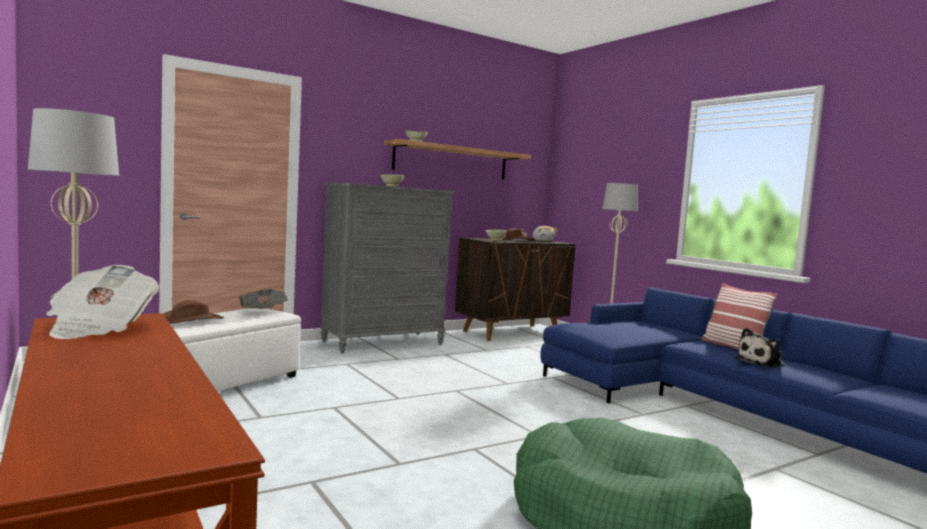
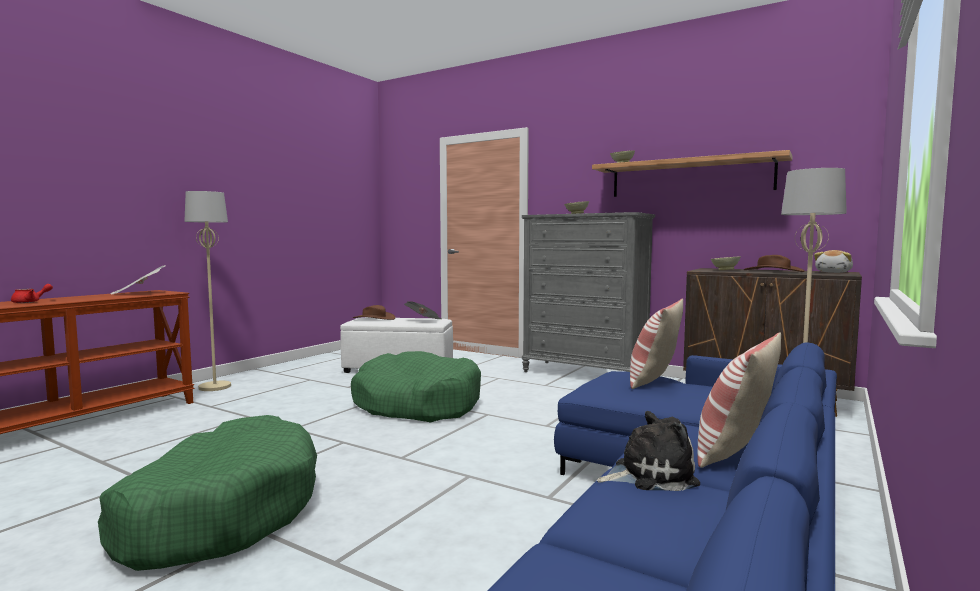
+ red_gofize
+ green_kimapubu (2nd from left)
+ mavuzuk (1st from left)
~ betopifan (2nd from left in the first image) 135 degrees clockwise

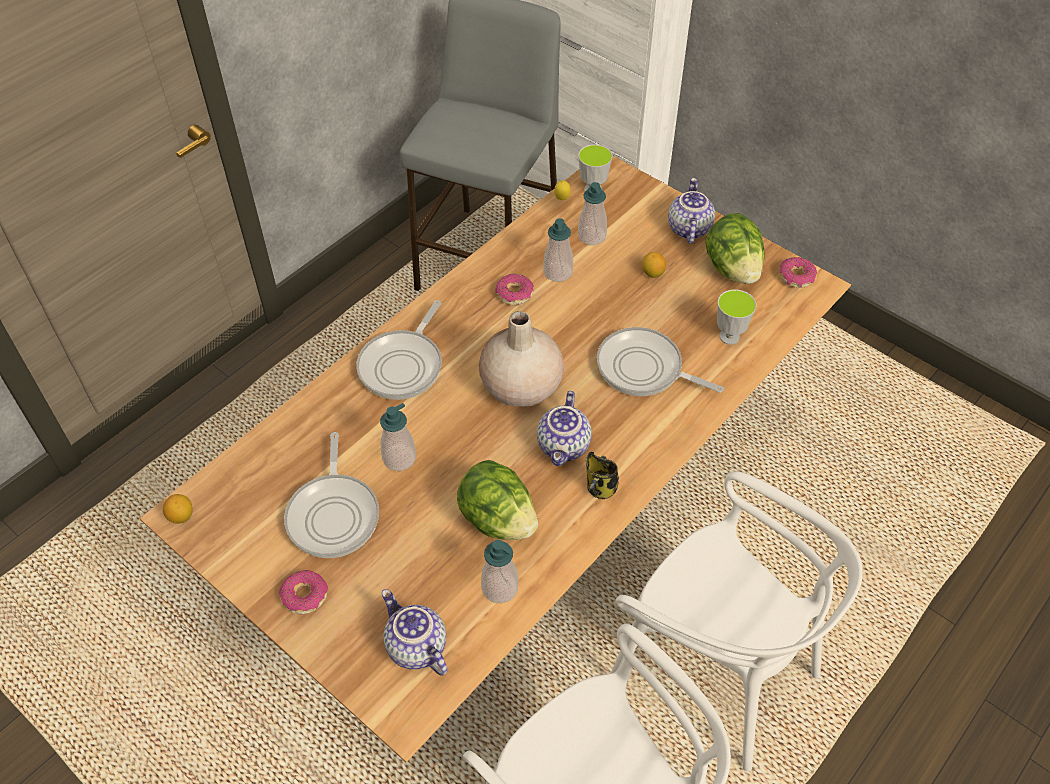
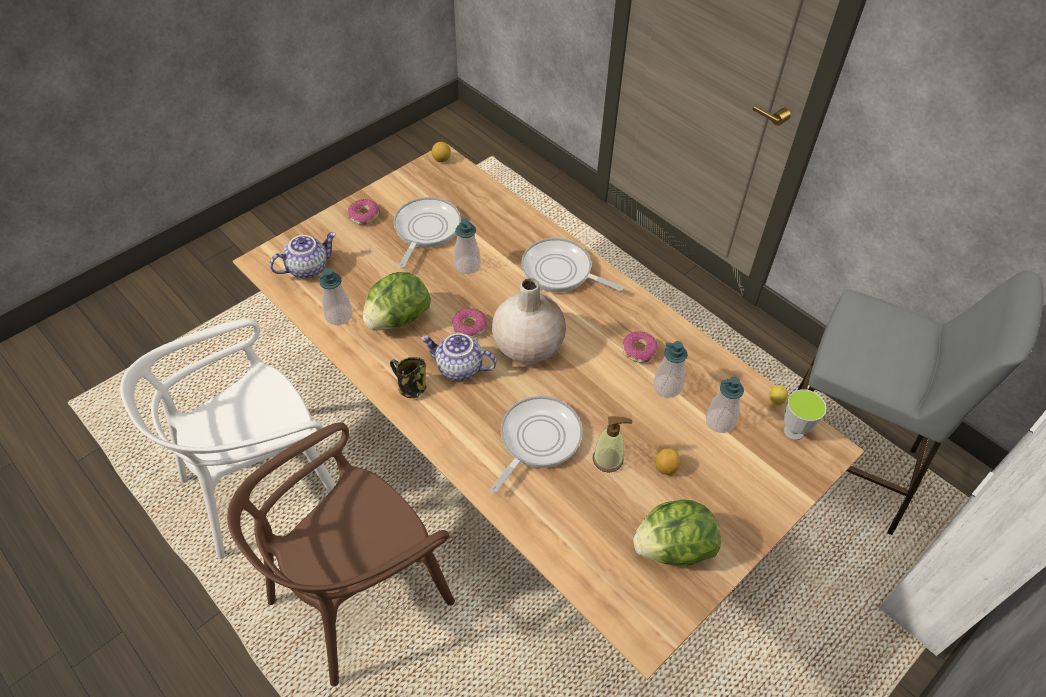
- gofize (3rd from left)
- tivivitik (2nd from left)
+ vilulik (3rd from left)
~ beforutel (3rd from left in the first image) to beforutel (2nd from left)
~ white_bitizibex (2nd from left) to brown_bitizibex
~ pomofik (1st from left) 105 degrees clockwise

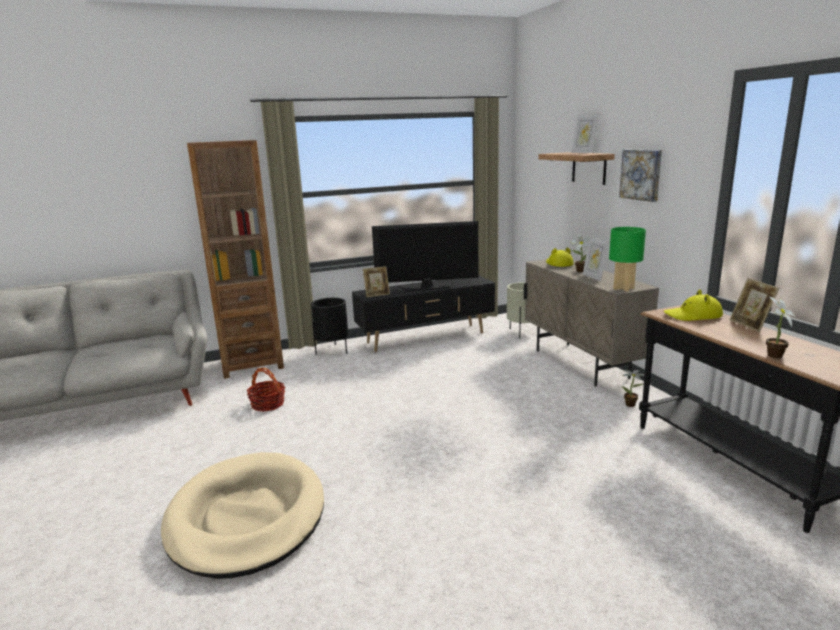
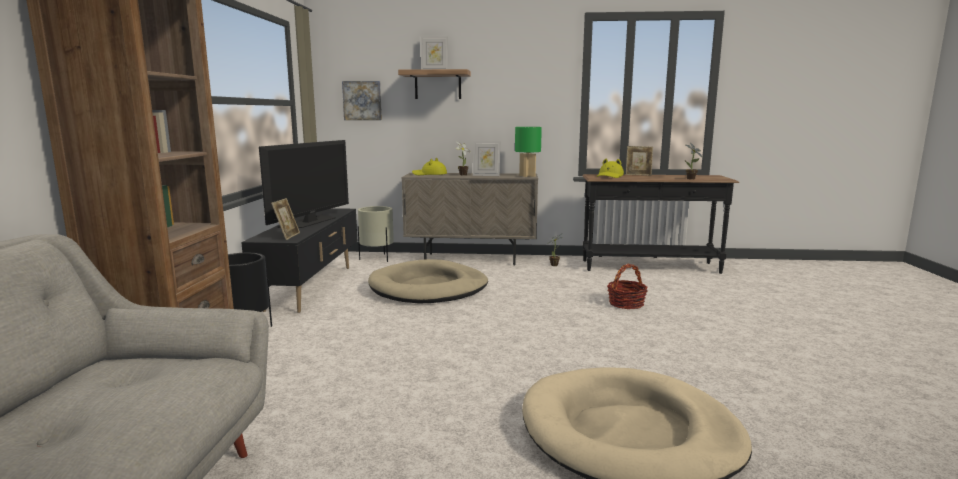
+ beige_kimapubu (1st from left)
~ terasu
~ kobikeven

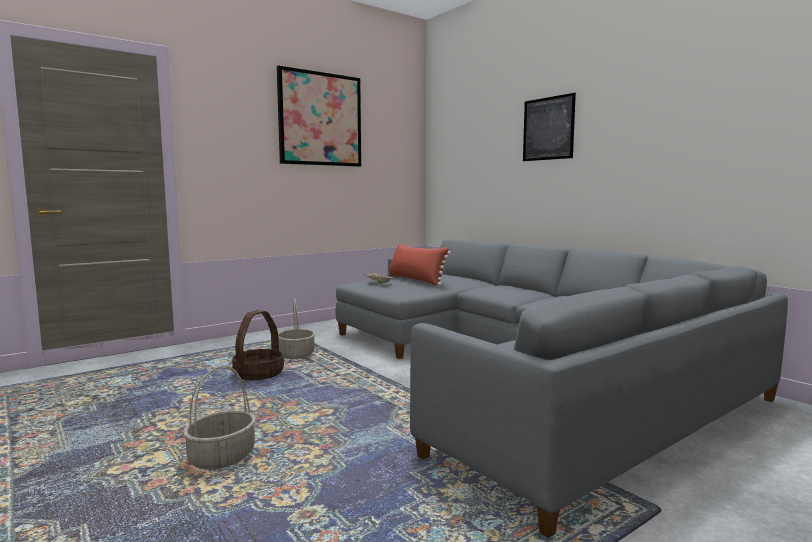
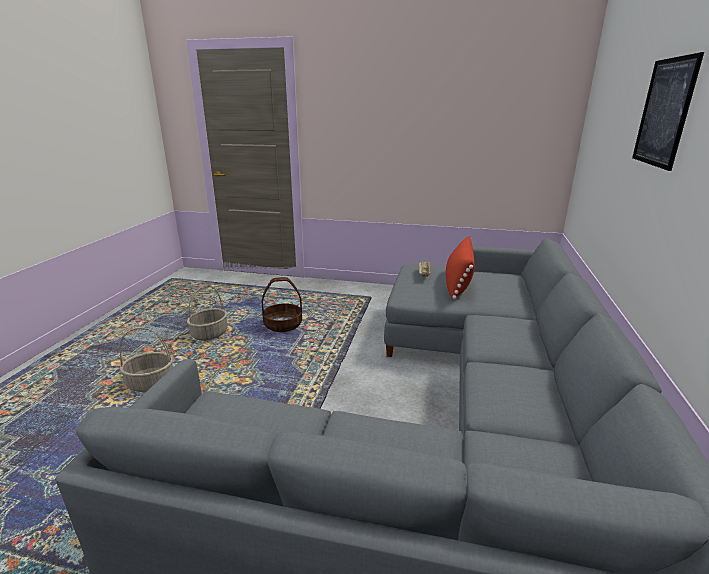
- kobikeven (1st from left)
~ terasu (3rd from left in the first image) to terasu (2nd from left)

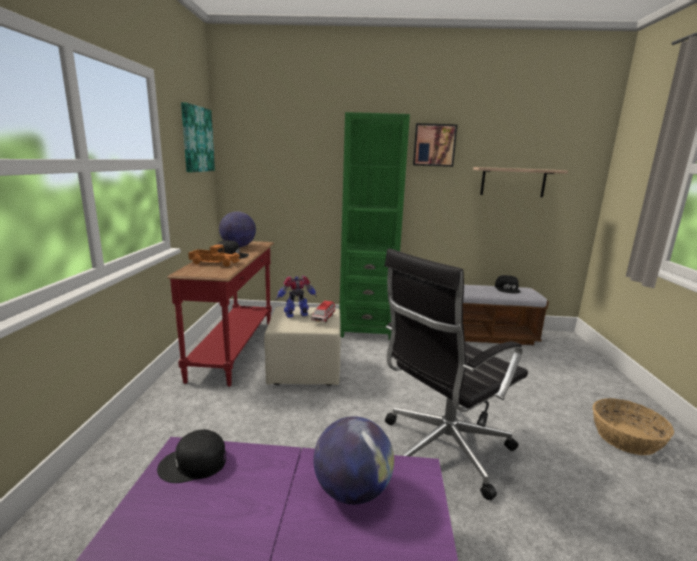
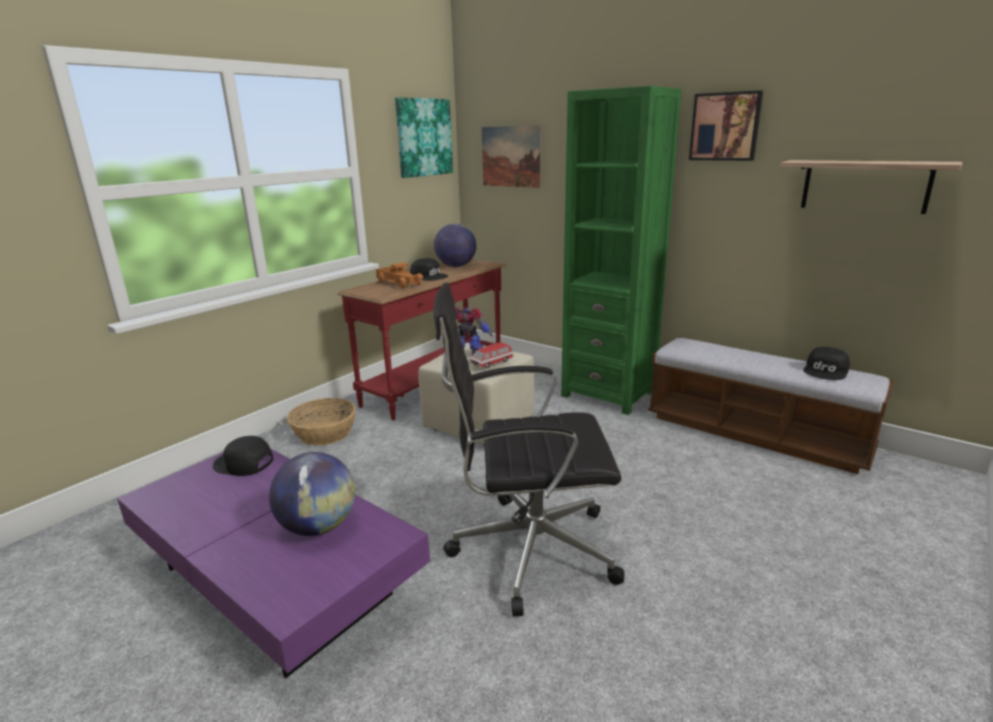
+ kobikeven (2nd from left)
~ terasu

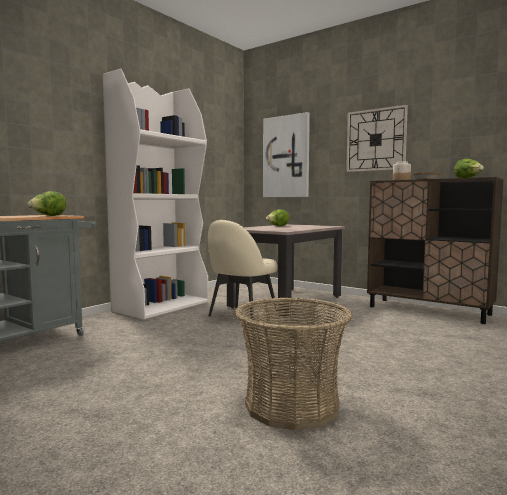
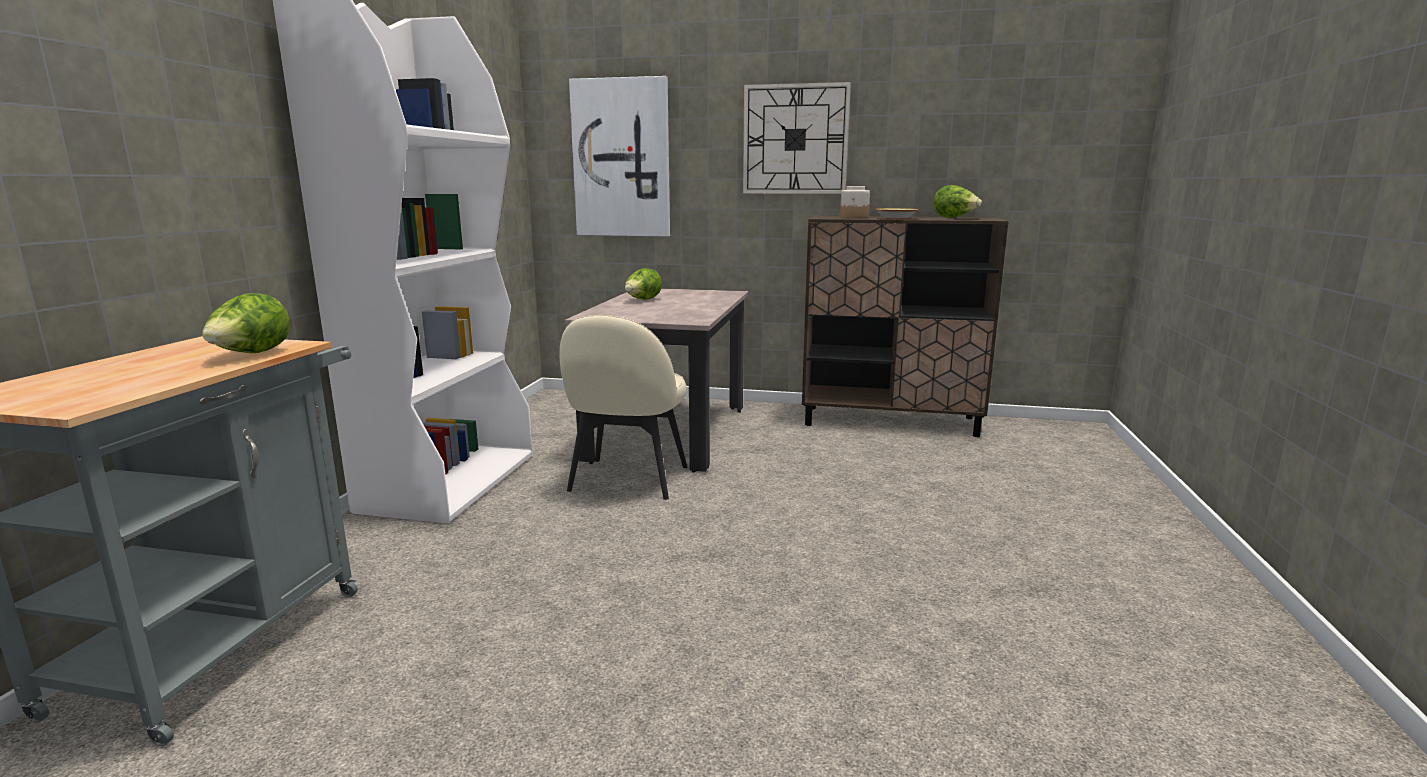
- terasu

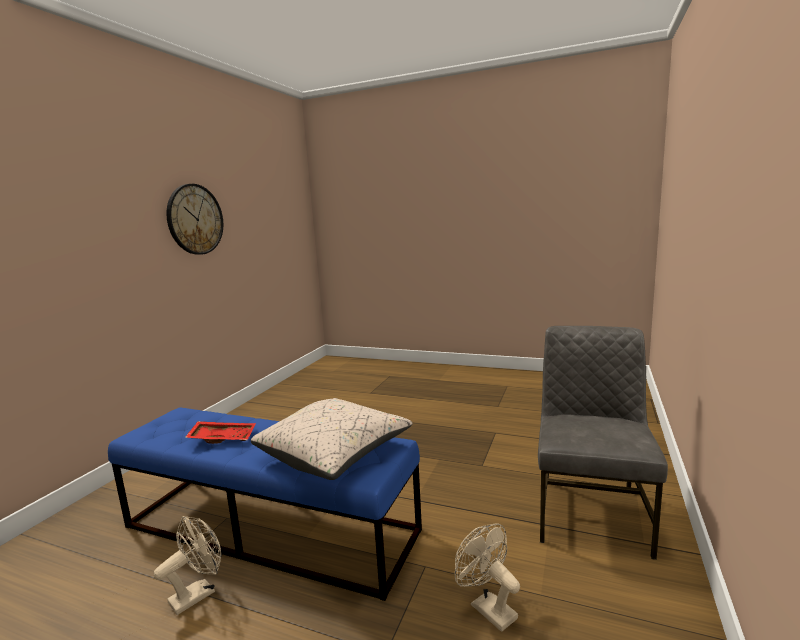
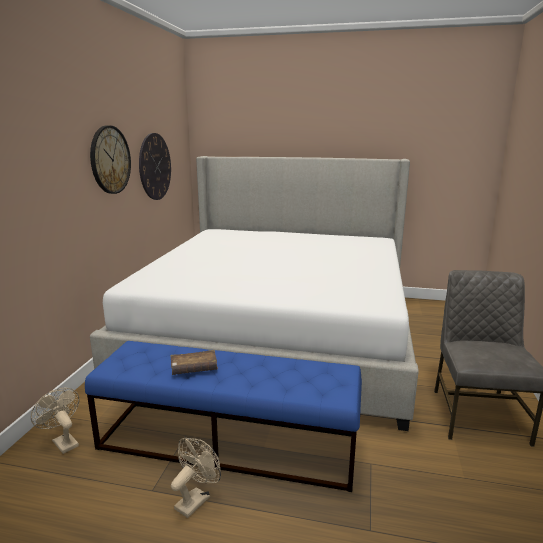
- beige_mavuzuk
+ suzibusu
+ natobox (2nd from left)
~ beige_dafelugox (2nd from left in the first image) to beige_dafelugox (1st from left)
~ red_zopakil to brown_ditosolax

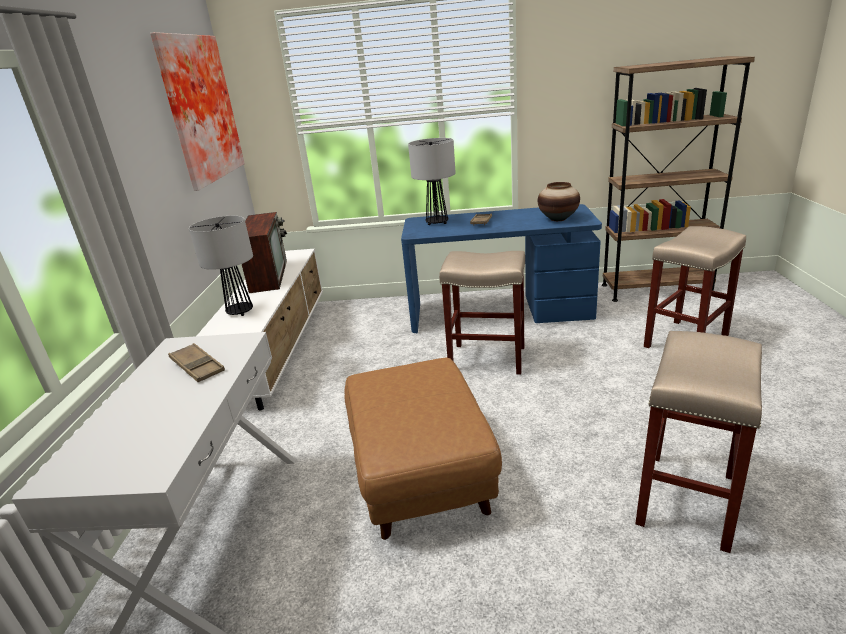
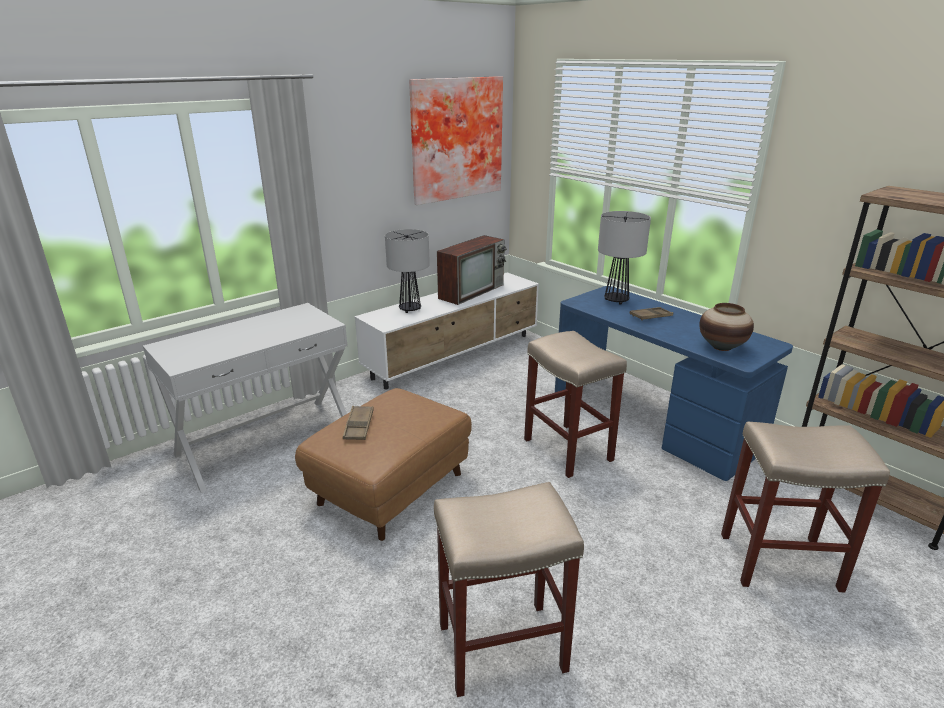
~ brown_zopakil (1st from left)

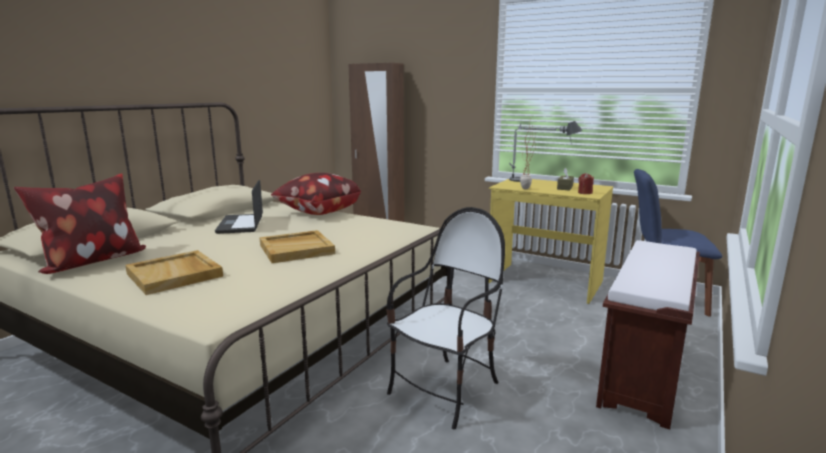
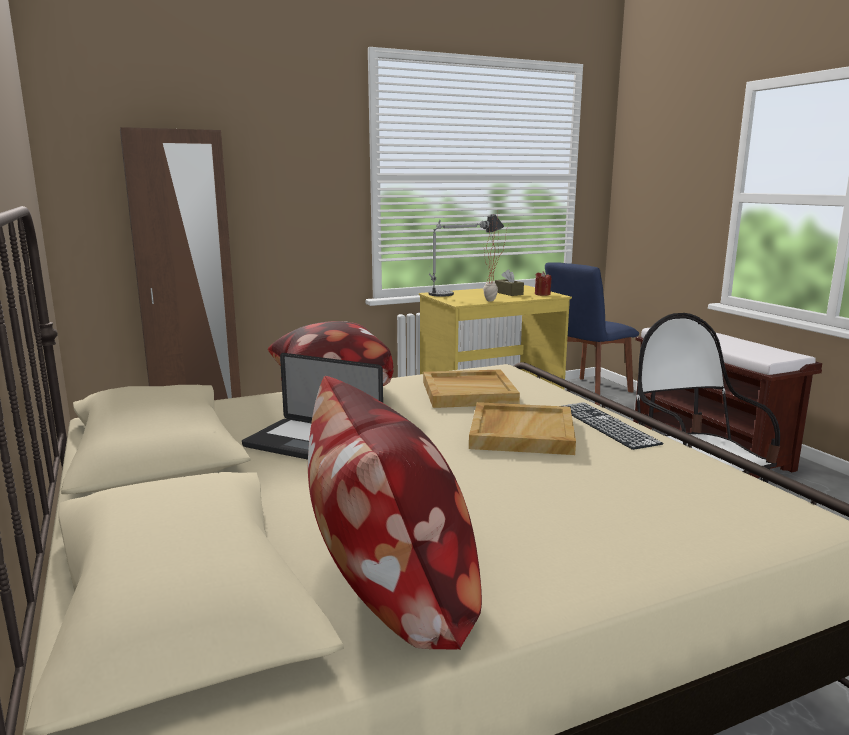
+ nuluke
~ beige_zopakil (1st from left)

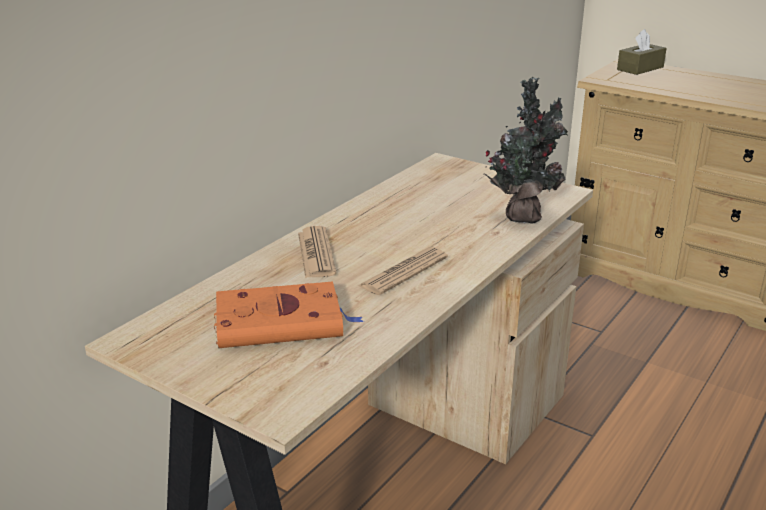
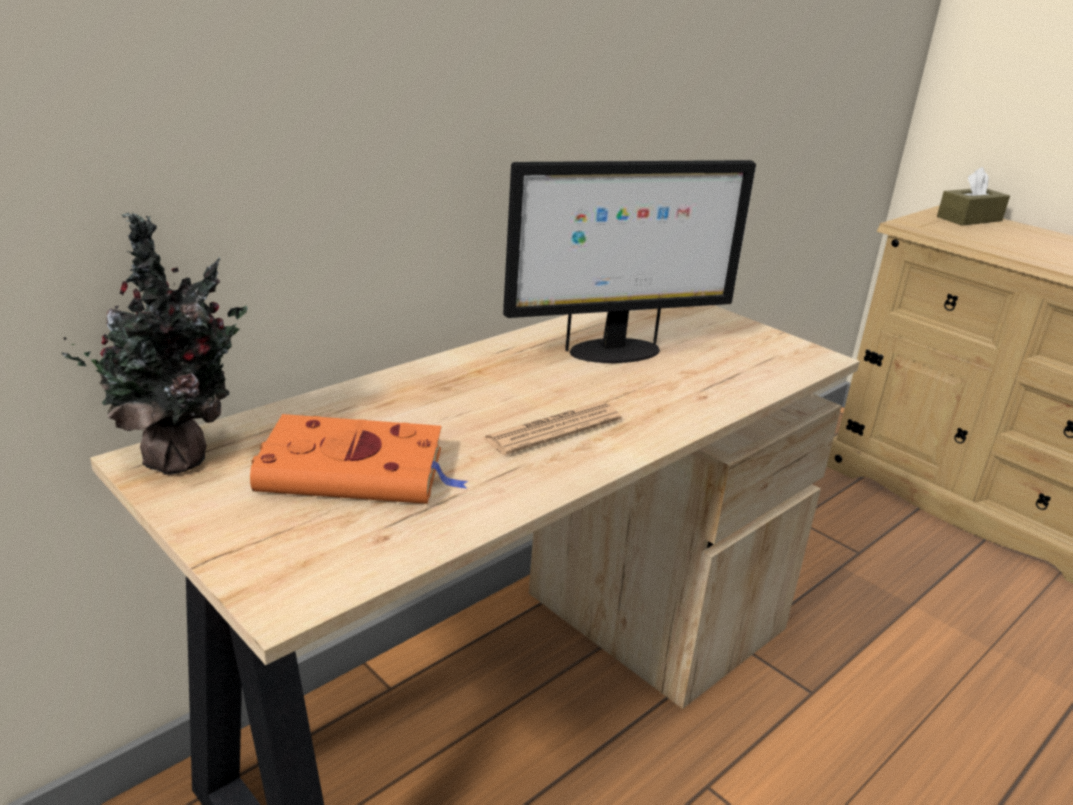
- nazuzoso (1st from left)
+ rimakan
~ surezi

